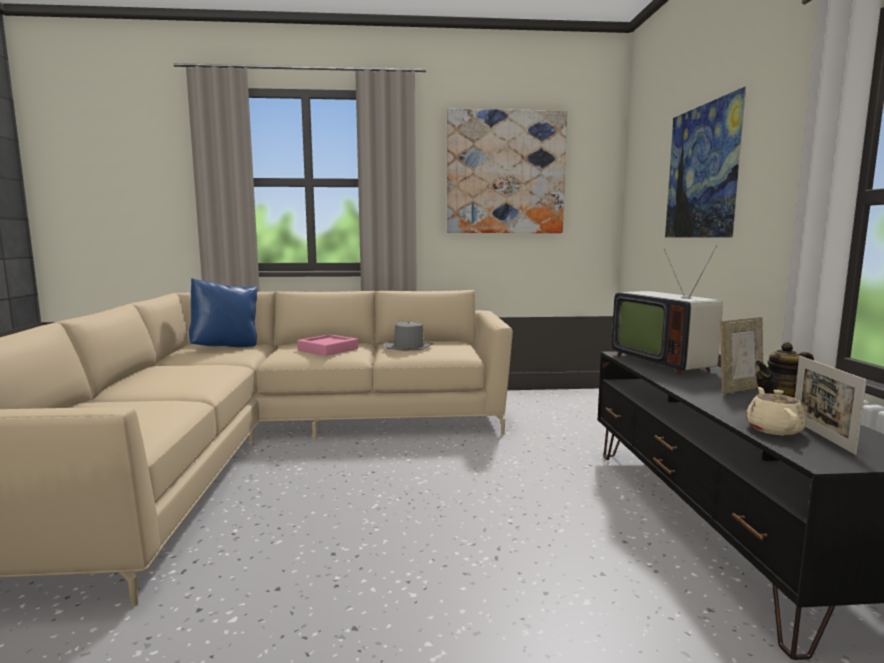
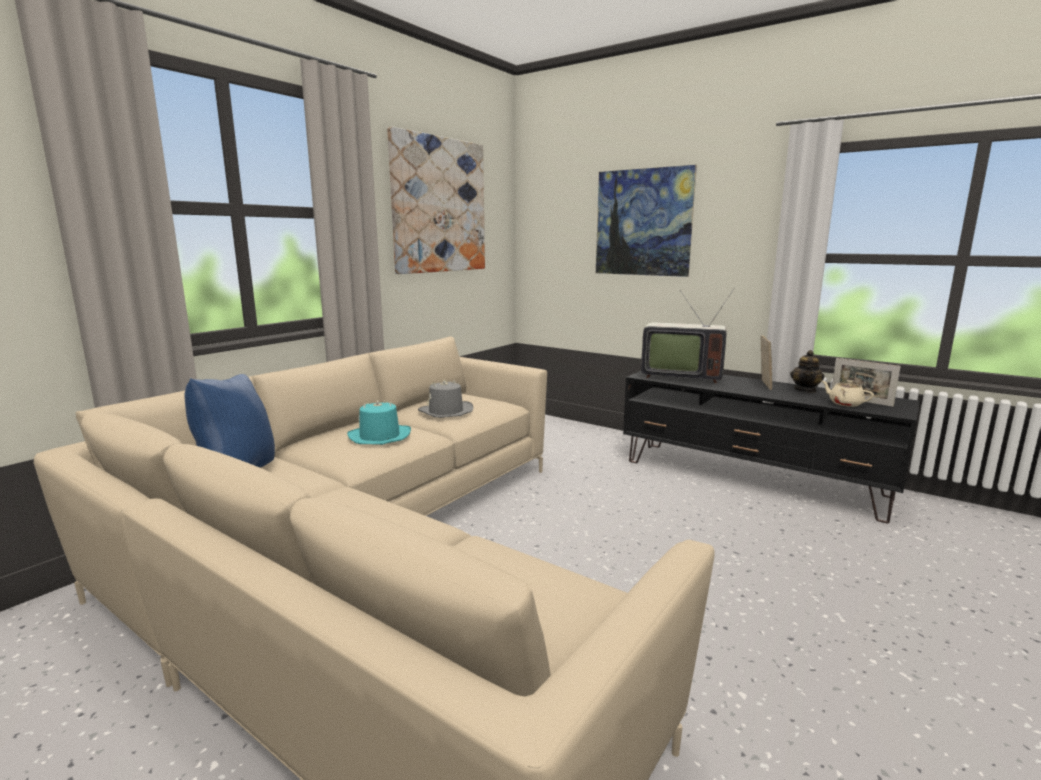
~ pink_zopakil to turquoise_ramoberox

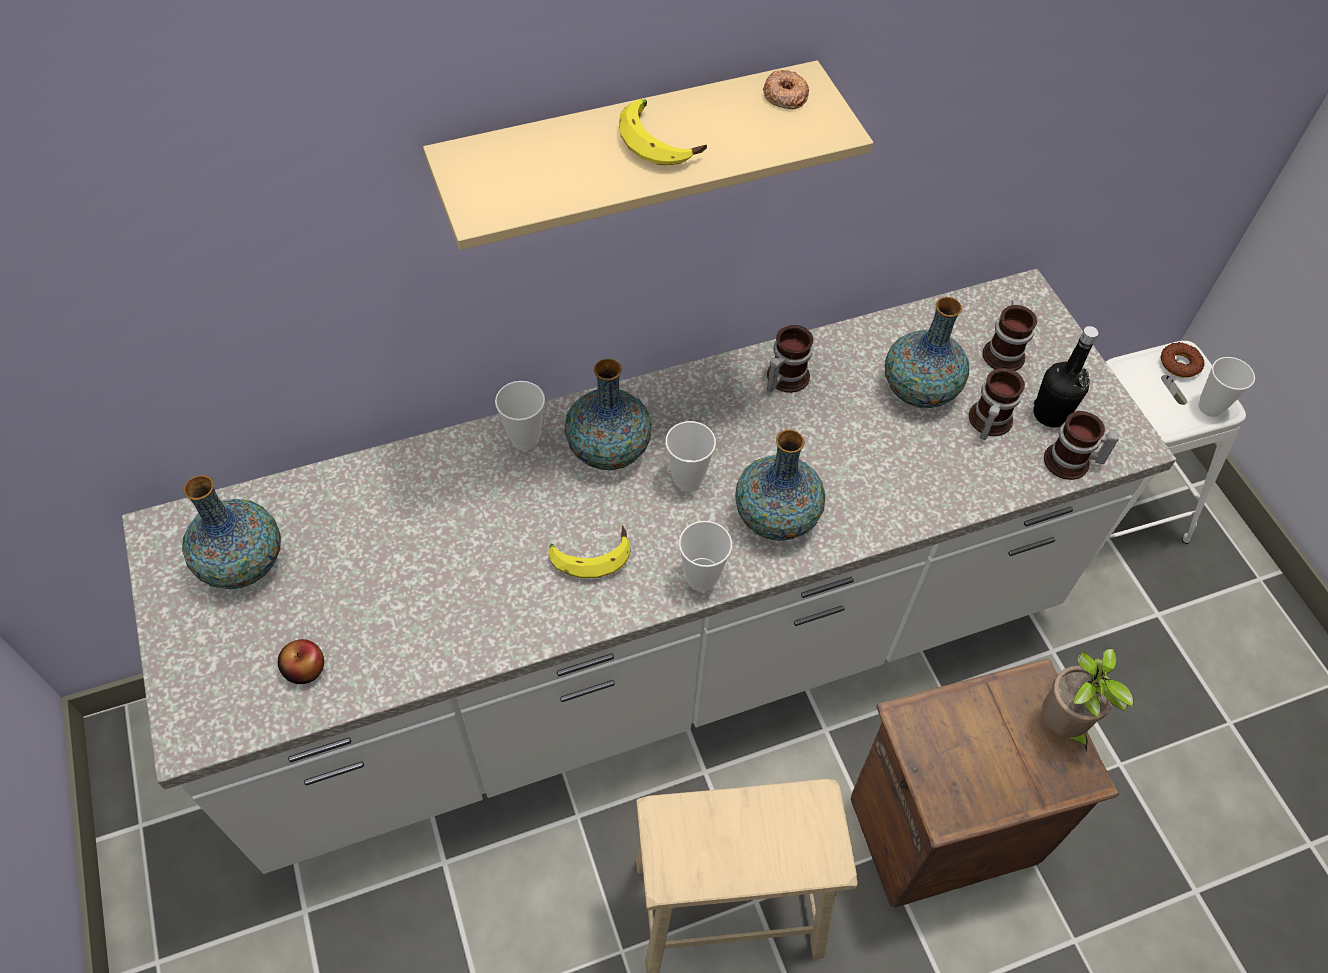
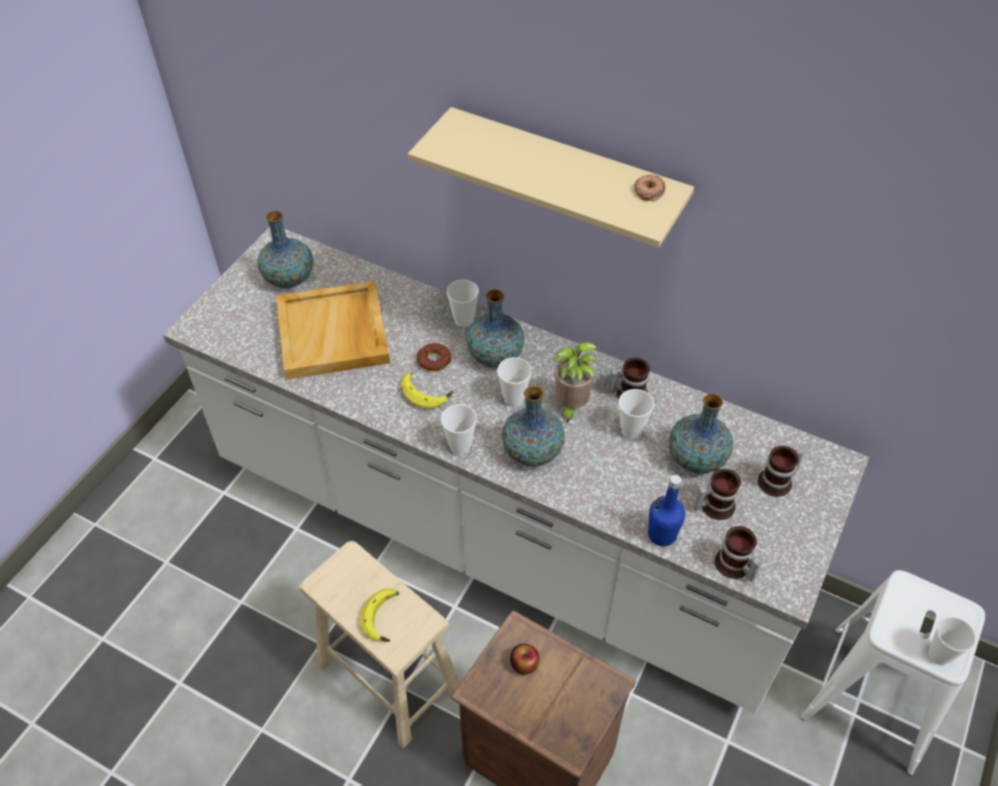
- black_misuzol
+ beige_zopakil
+ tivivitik (4th from left)
+ blue_misuzol
~ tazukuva
~ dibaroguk (2nd from left in the first image) to dibaroguk (1st from left)
~ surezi
~ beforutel (2nd from left in the first image) to beforutel (1st from left)

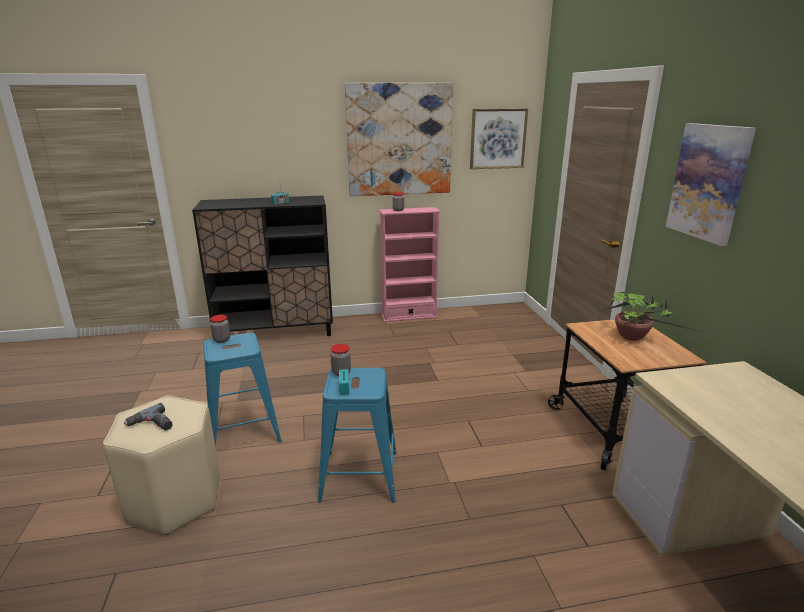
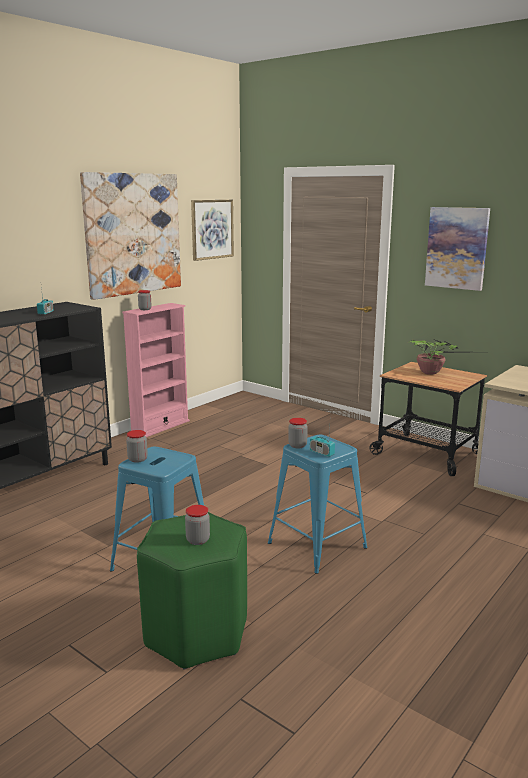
~ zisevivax to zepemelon (3rd from left)
~ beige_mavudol to green_mavudol

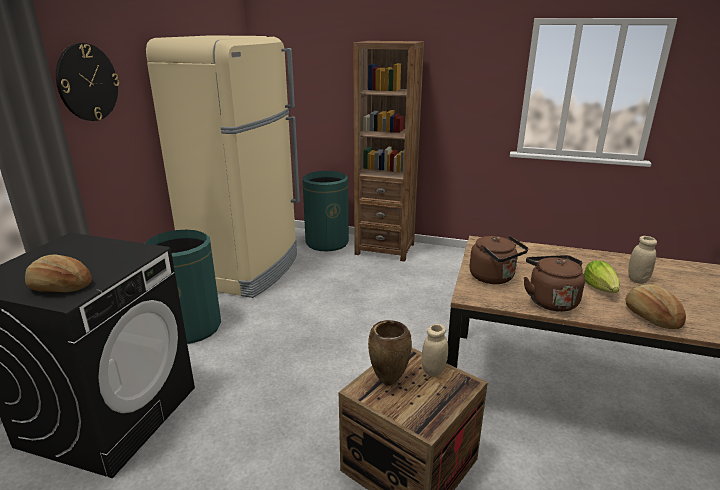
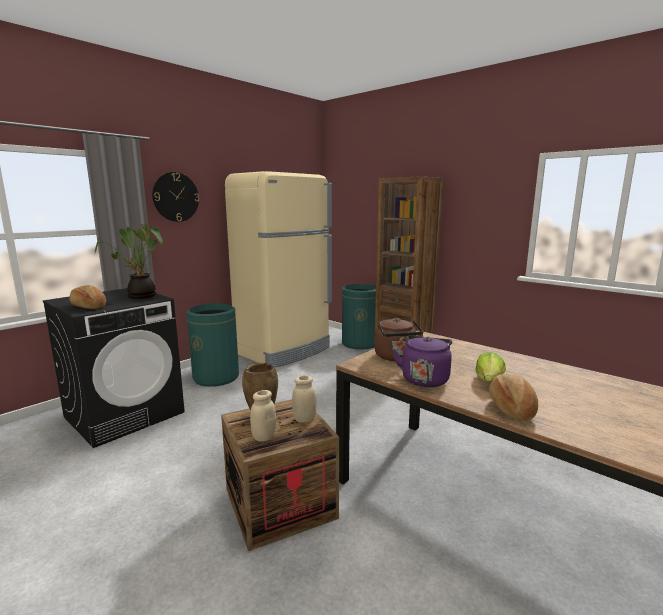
+ surezi
~ beige_zepemelon (2nd from left in the first image) to beige_zepemelon (1st from left)
~ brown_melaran (2nd from left) to purple_melaran

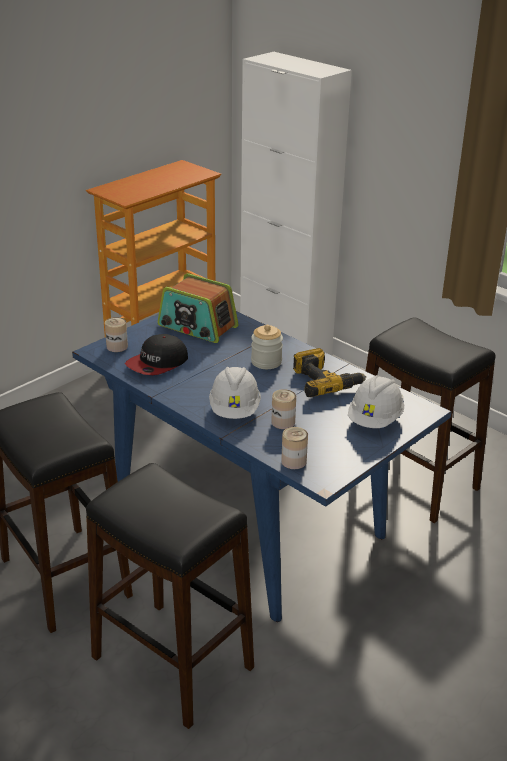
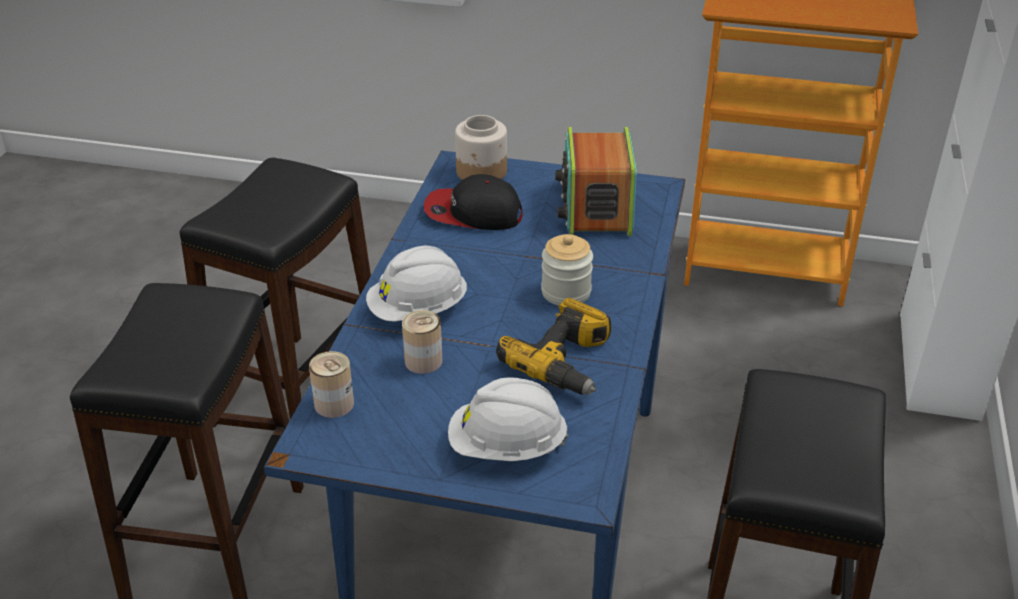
~ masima (1st from left) to zepemelon (1st from left)

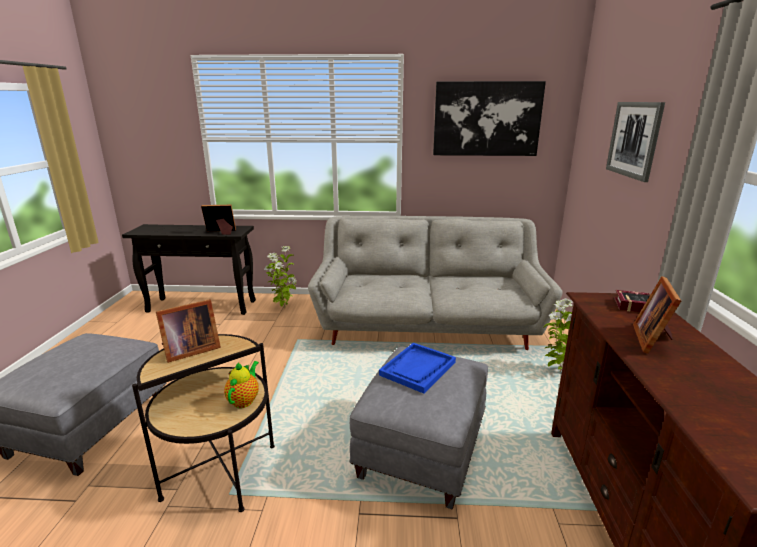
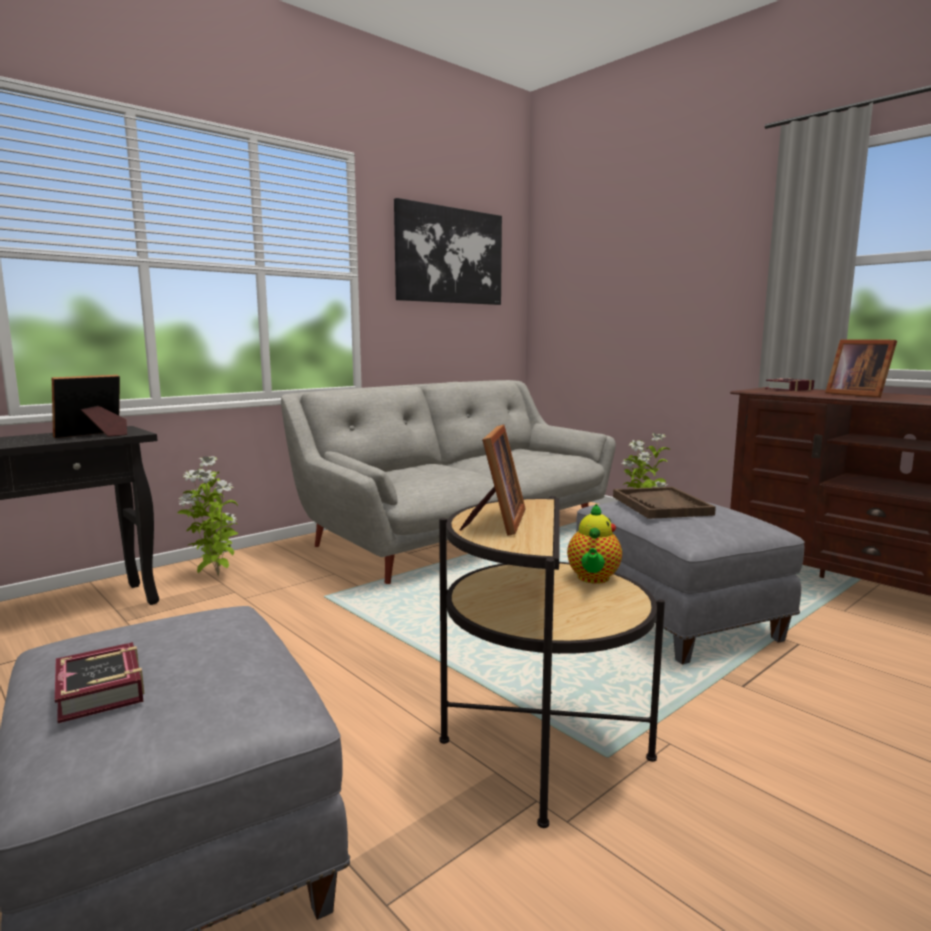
- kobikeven (2nd from left)
+ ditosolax (1st from left)
~ blue_zopakil to brown_zopakil
~ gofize 135 degrees counterclockwise

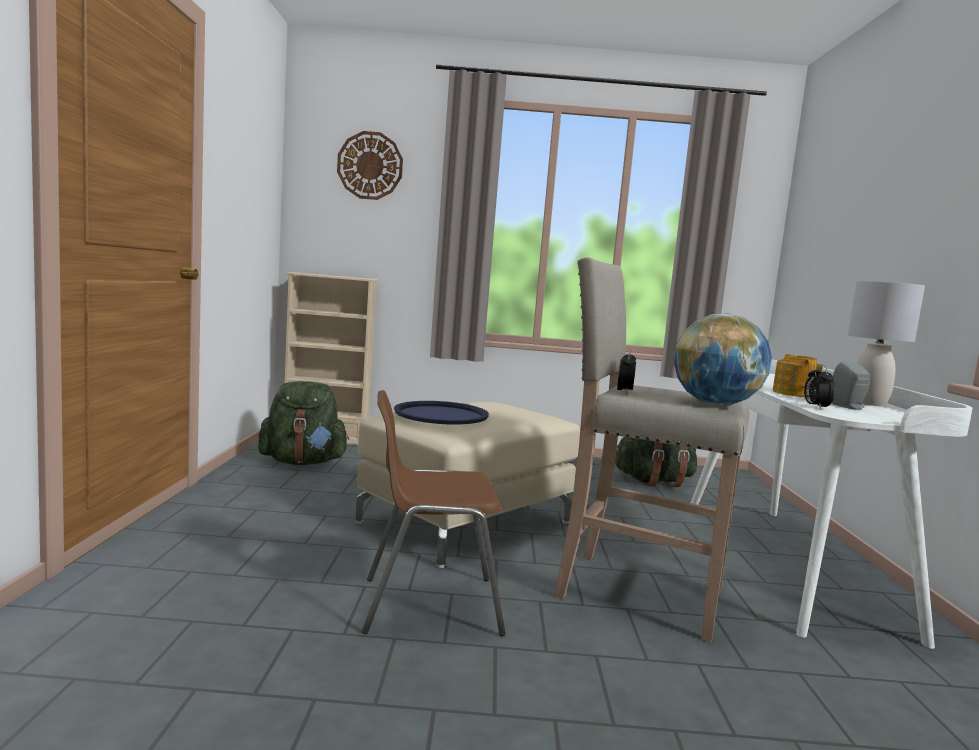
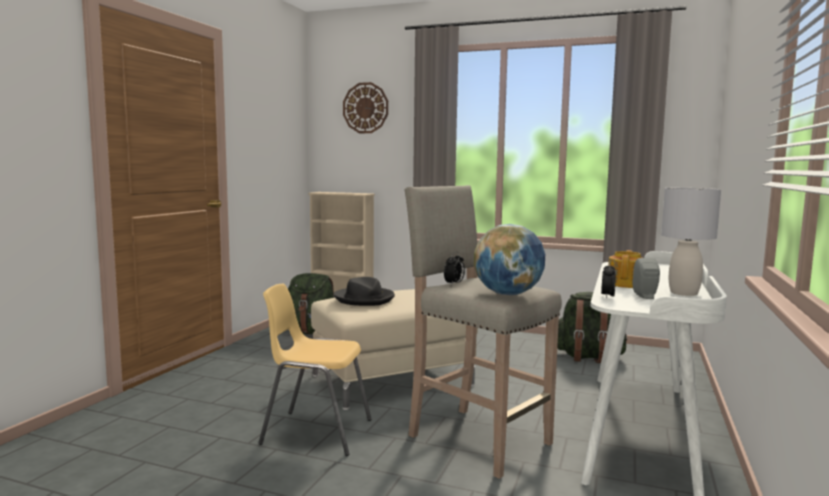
~ blue_zopakil to black_ramoberox
~ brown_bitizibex to yellow_bitizibex

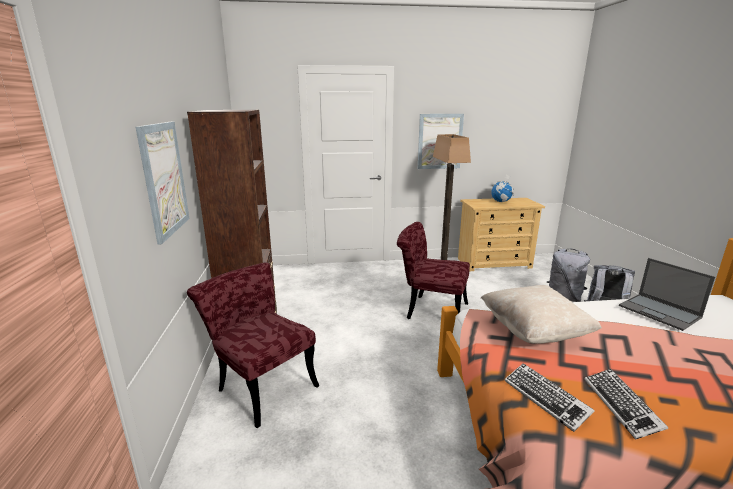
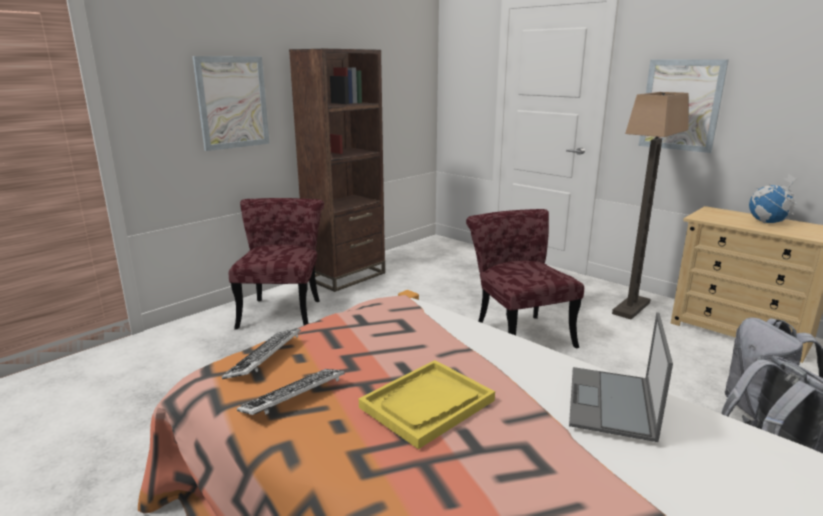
- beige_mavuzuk
+ yellow_zopakil

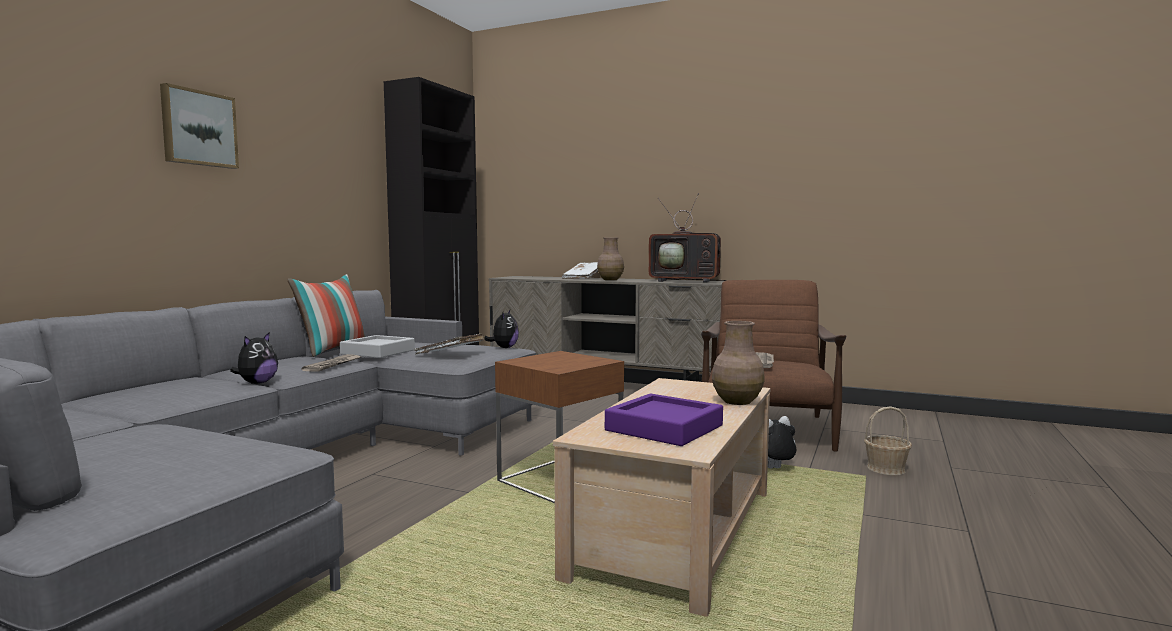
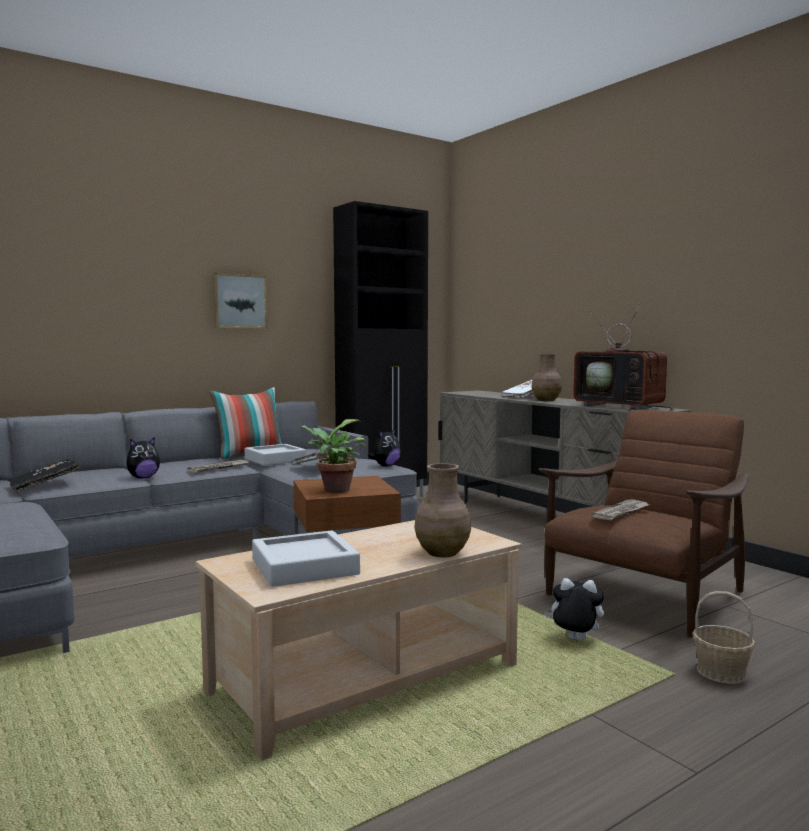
+ black_ditosolax
+ surezi
~ kobikeven
~ purple_zopakil to grey_zopakil (2nd from left)

